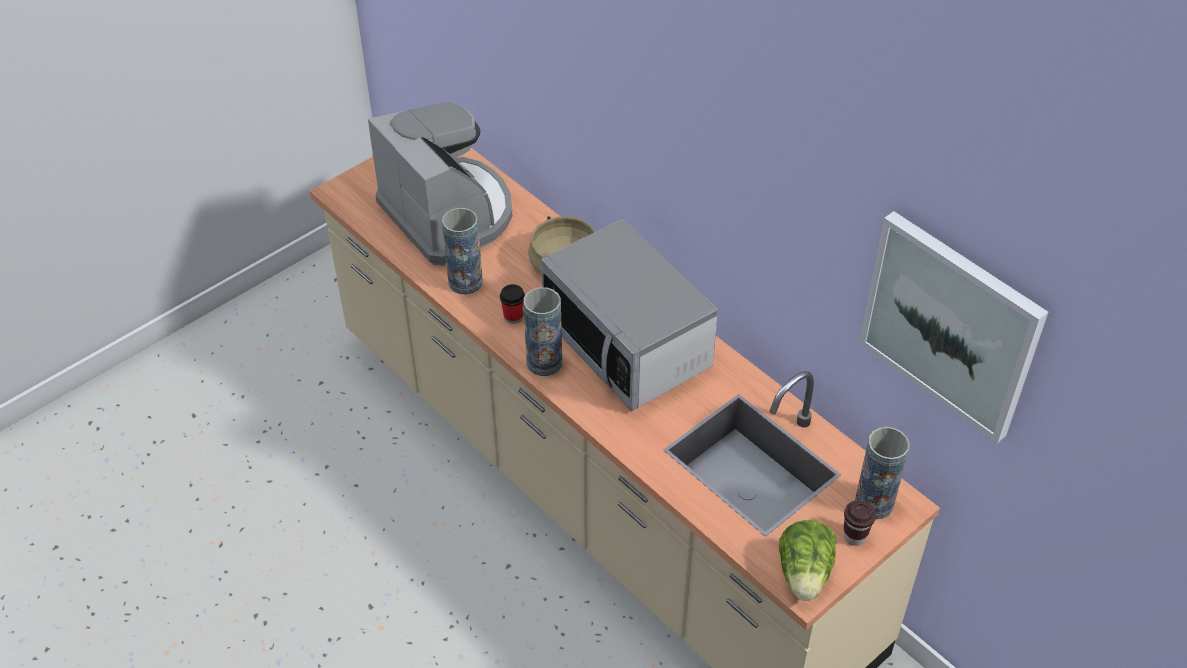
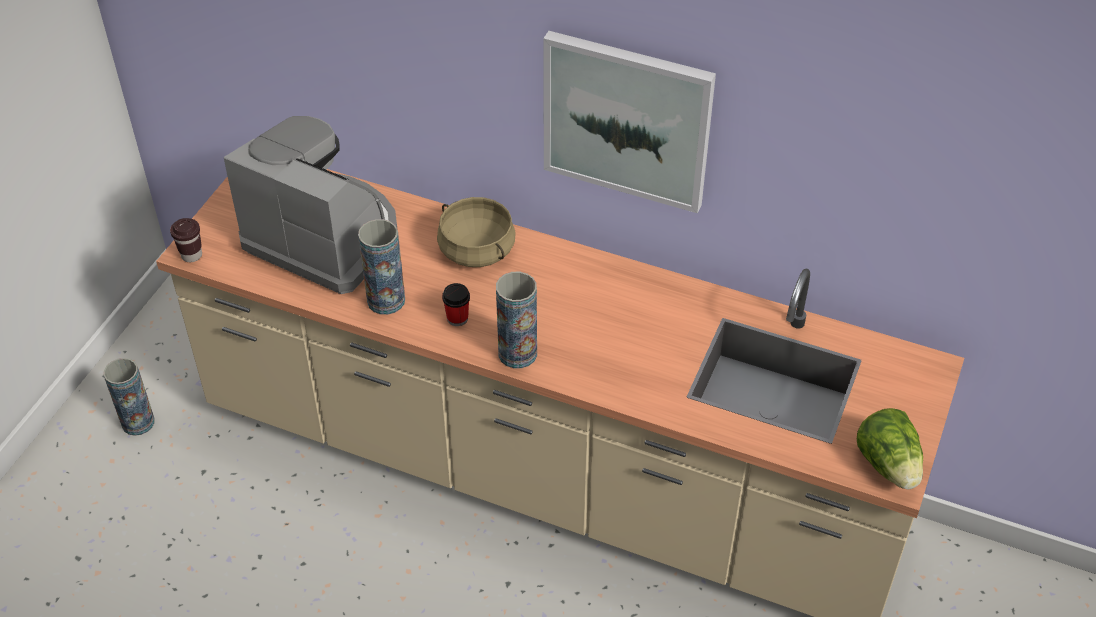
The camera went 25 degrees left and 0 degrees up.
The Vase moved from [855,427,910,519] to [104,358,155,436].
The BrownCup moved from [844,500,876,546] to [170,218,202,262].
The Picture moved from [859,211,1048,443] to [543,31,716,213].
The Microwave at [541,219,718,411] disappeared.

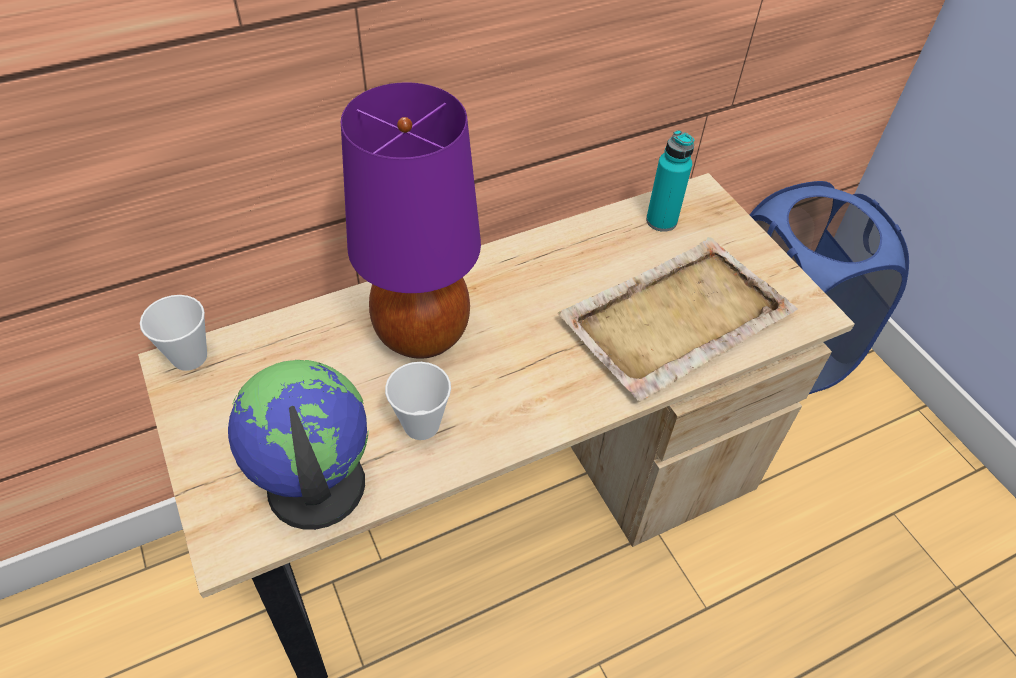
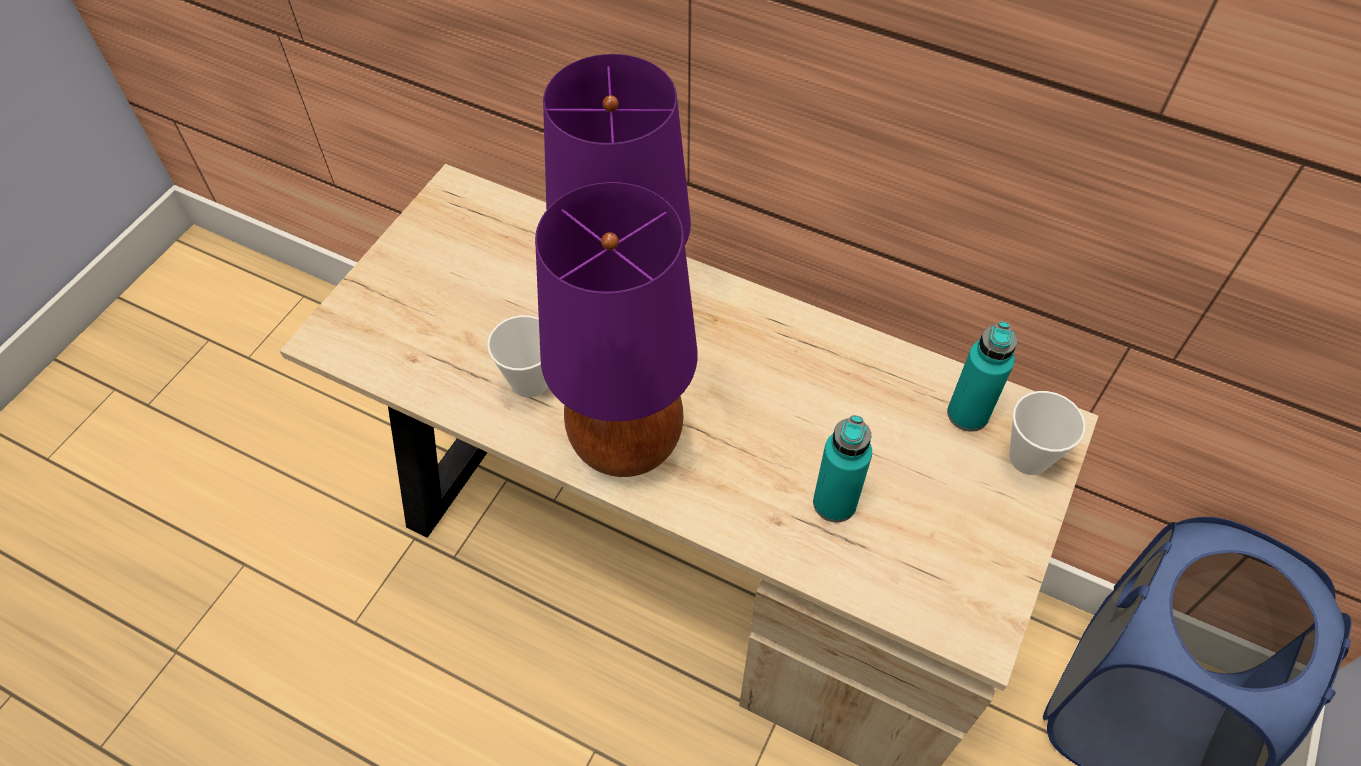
The camera went 55 degrees right and 5 degrees up.
The PurpleTableLamp at [535,182,698,477] appeared.
The BeigeTray at [557,237,798,401] was replaced by the TurquoiseBottle at [813,415,872,522].
The Cup moved from [140,295,207,371] to [1009,391,1086,475].
The Globe at [228,360,369,530] disappeared.

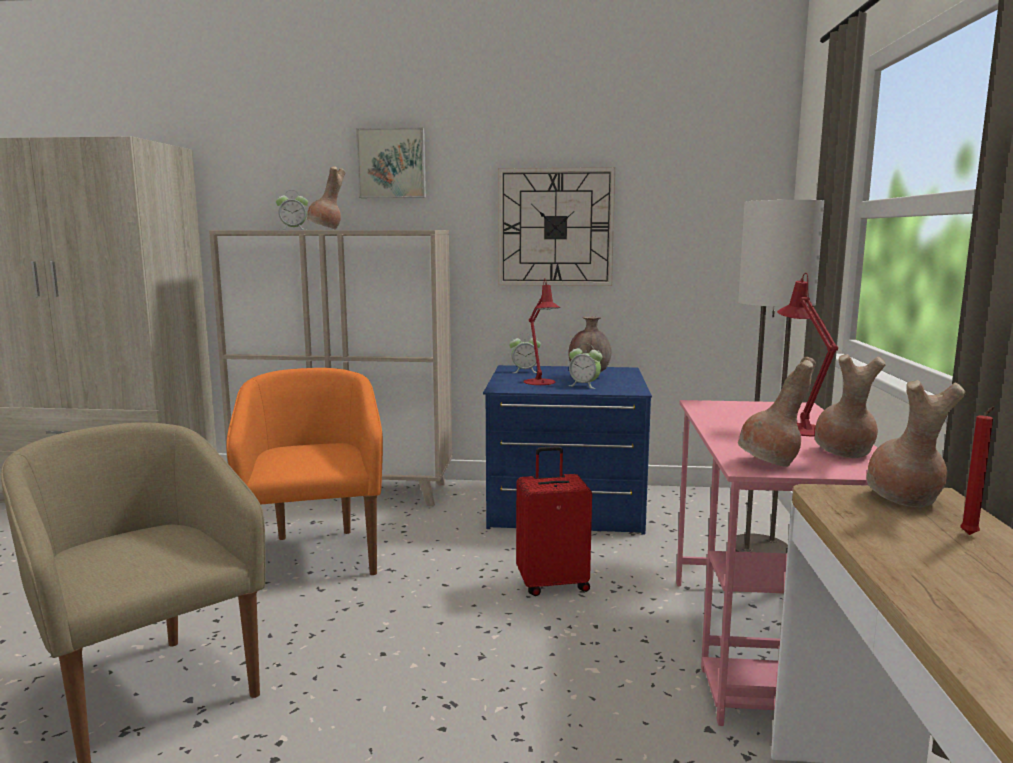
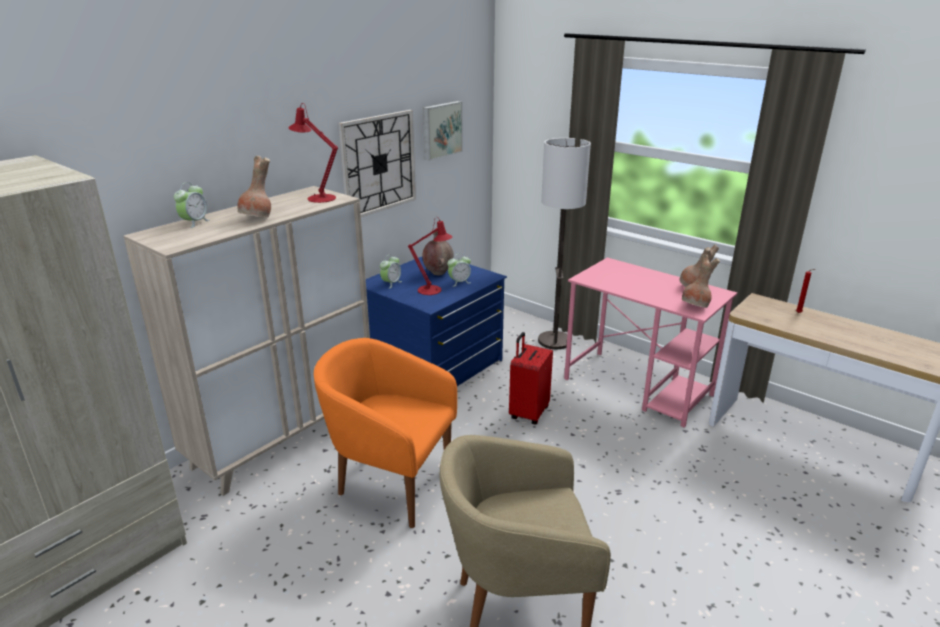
The camera went 55 degrees left and 15 degrees up.
The RedTableLamp moved from [777,273,838,436] to [288,103,338,203].
The Picture moved from [356,128,426,198] to [423,101,463,161].
The BrownVase at [866,380,966,508] disappeared.

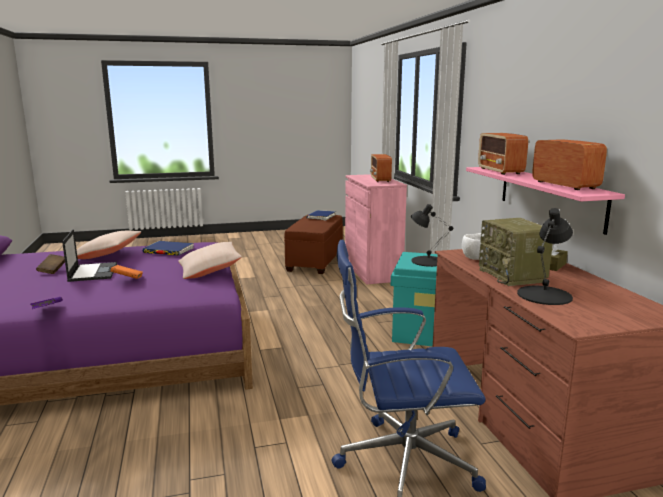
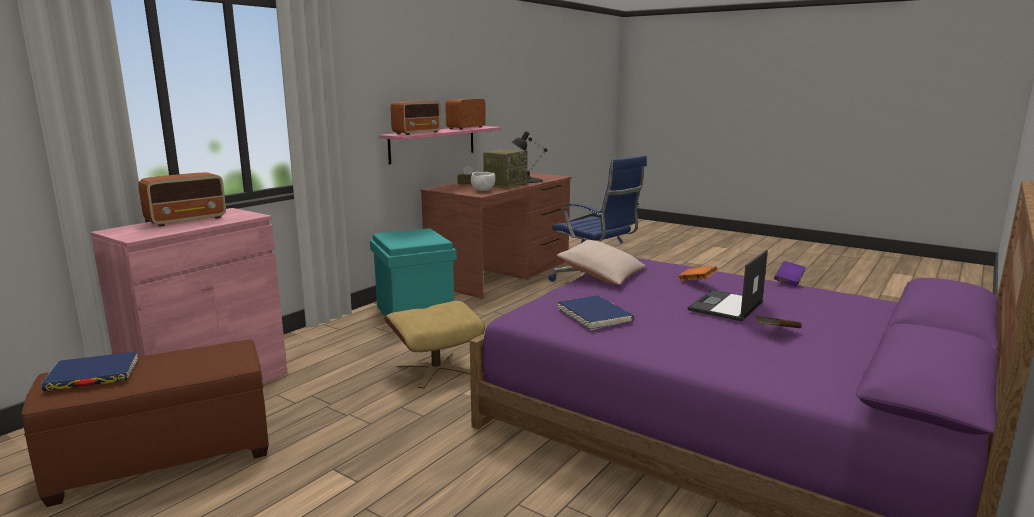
The camera went 130 degrees left and 0 degrees up.
The BeigeOttoman at [384,301,485,389] appeared.
The BeigePillow at [77,231,141,259] disappeared.
The BlackTableLamp at [411,204,454,267] disappeared.

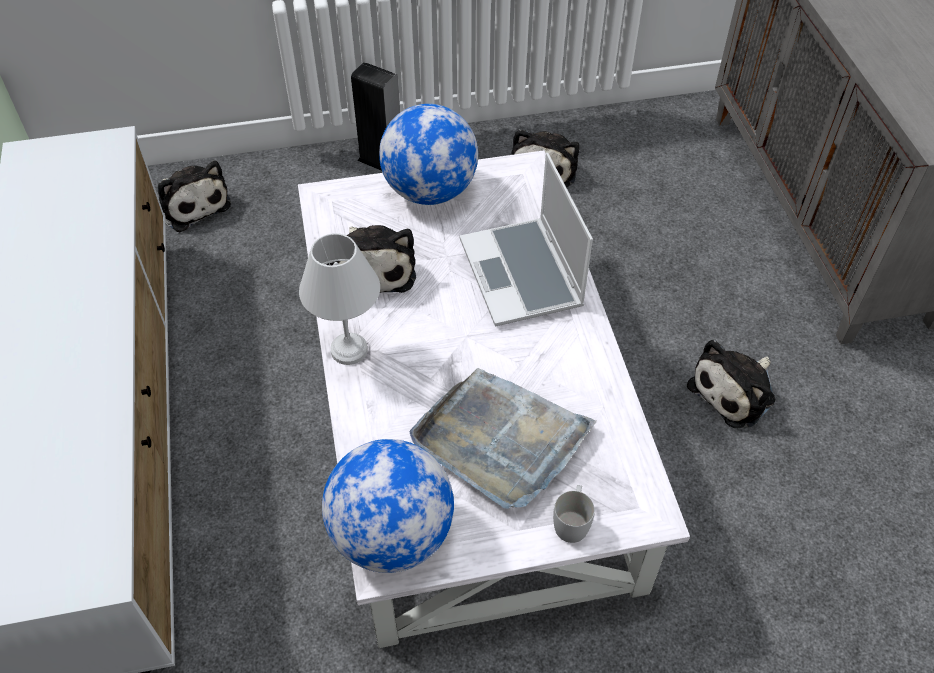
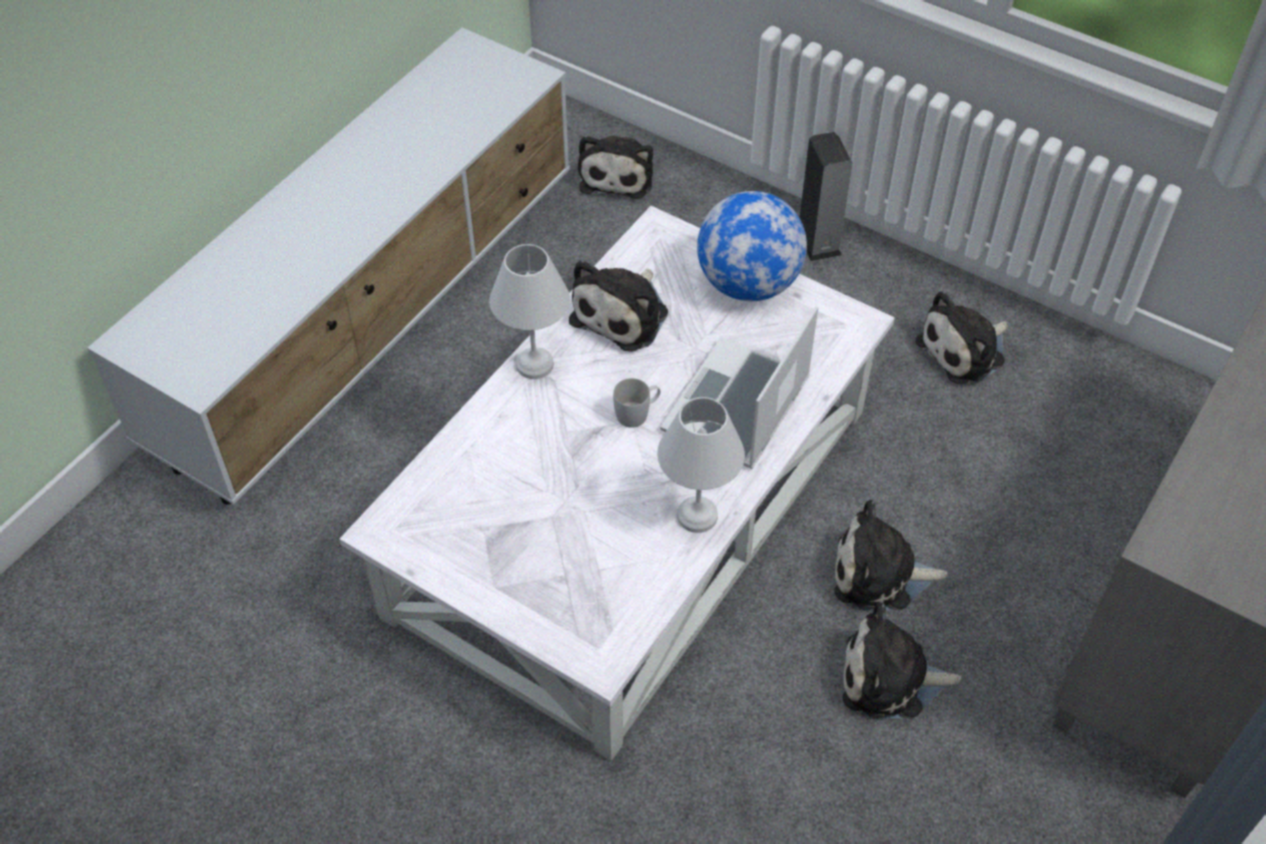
The camera went 45 degrees right and 0 degrees up.
The WhiteMug moved from [553,485,595,543] to [613,378,660,428].
The WhiteTableLamp at [657,397,745,533] appeared.
The PlushToy at [834,500,948,611] appeared.
The Globe at [322,439,454,573] disappeared.
The GreyTray at [410,368,597,509] disappeared.

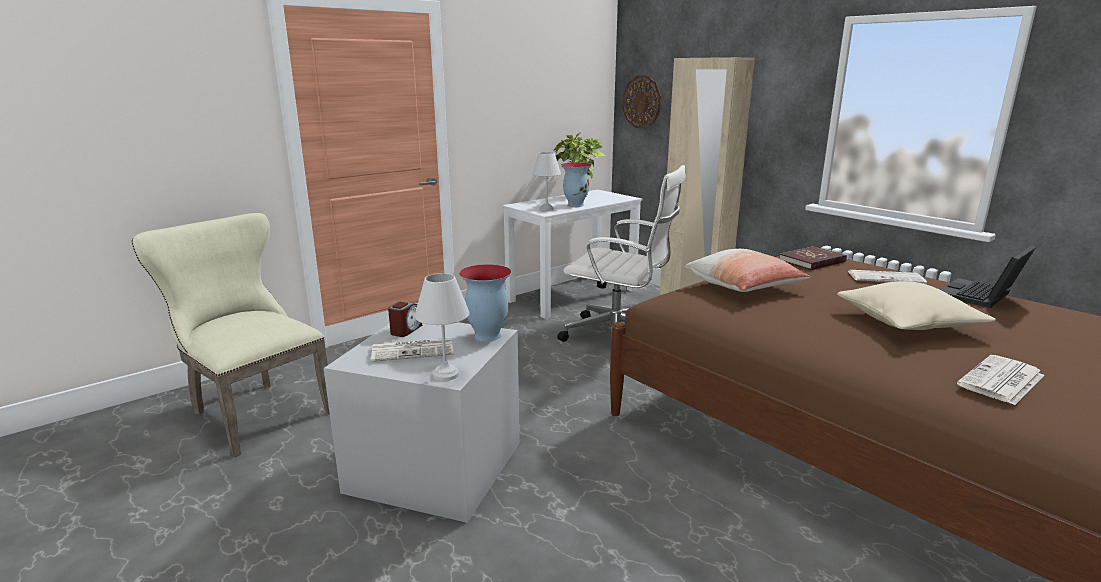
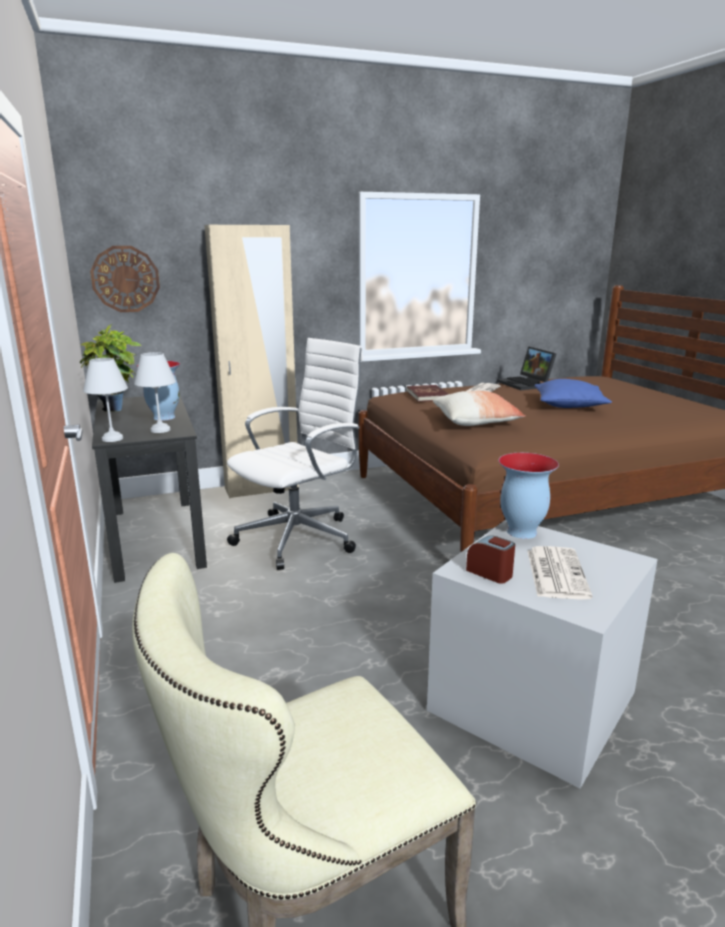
The camera went 70 degrees left and 0 degrees up.
The WhiteTableLamp moved from [414,273,470,381] to [83,358,128,442].
The WhiteDesk at [502,190,642,319] became the BlackDesk at [92,396,207,583].
The BeigePillow at [837,281,996,330] became the BluePillow at [534,379,612,408].
The Newspaper at [957,355,1044,405] disappeared.

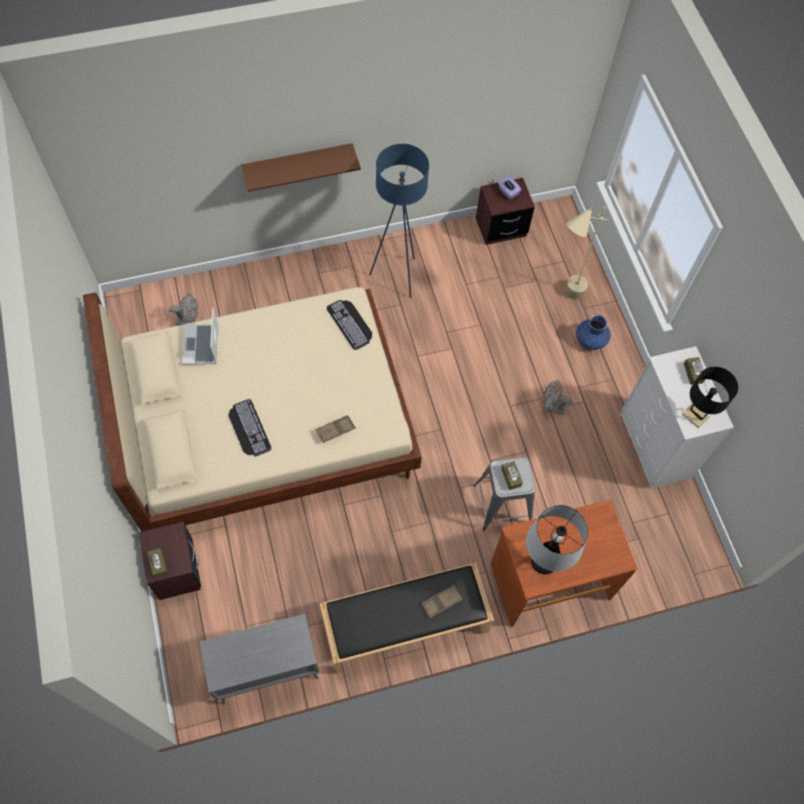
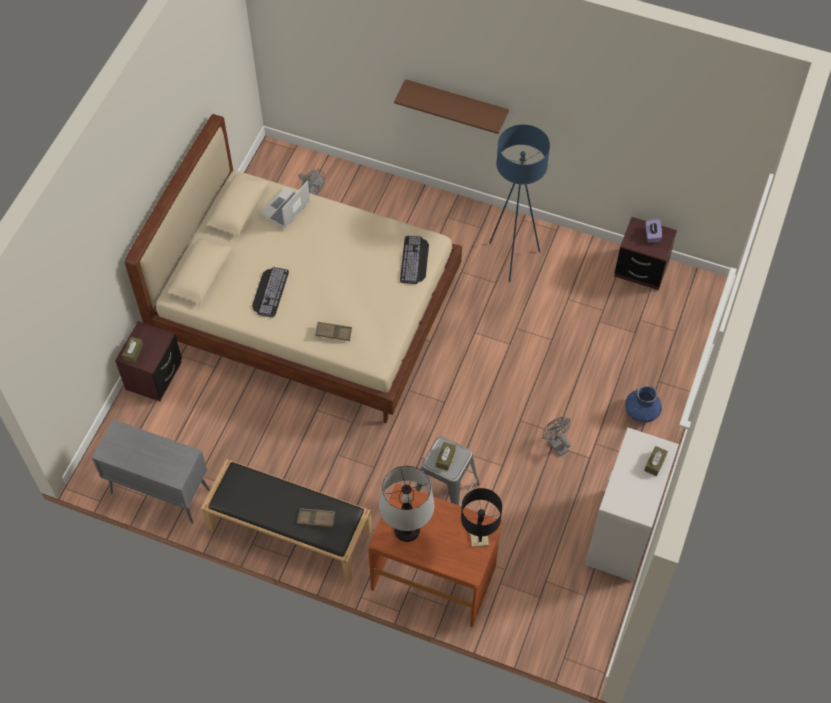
The camera went 40 degrees right and 5 degrees down.
The BlackTableLamp moved from [682,367,738,428] to [461,488,502,547].
The BeigeFloorLamp at [565,207,609,300] disappeared.

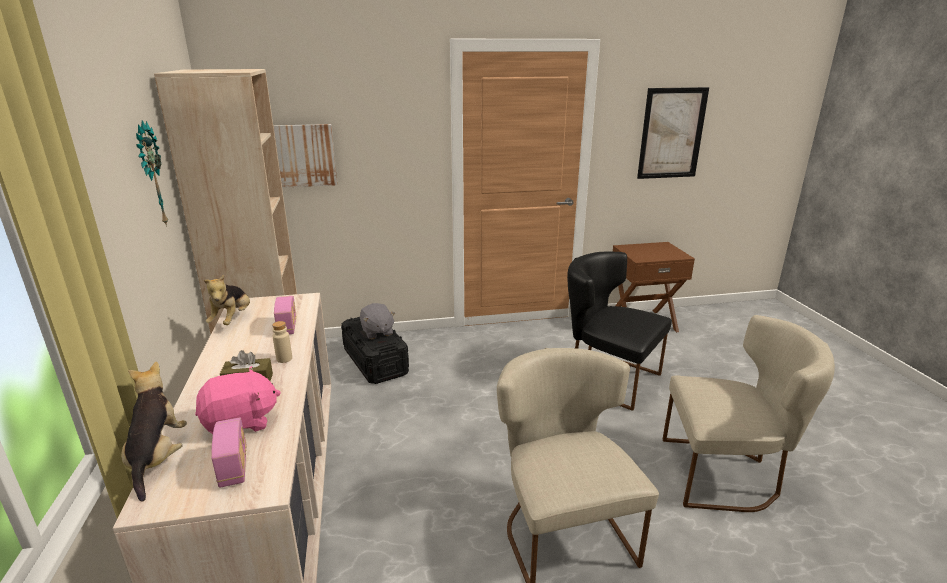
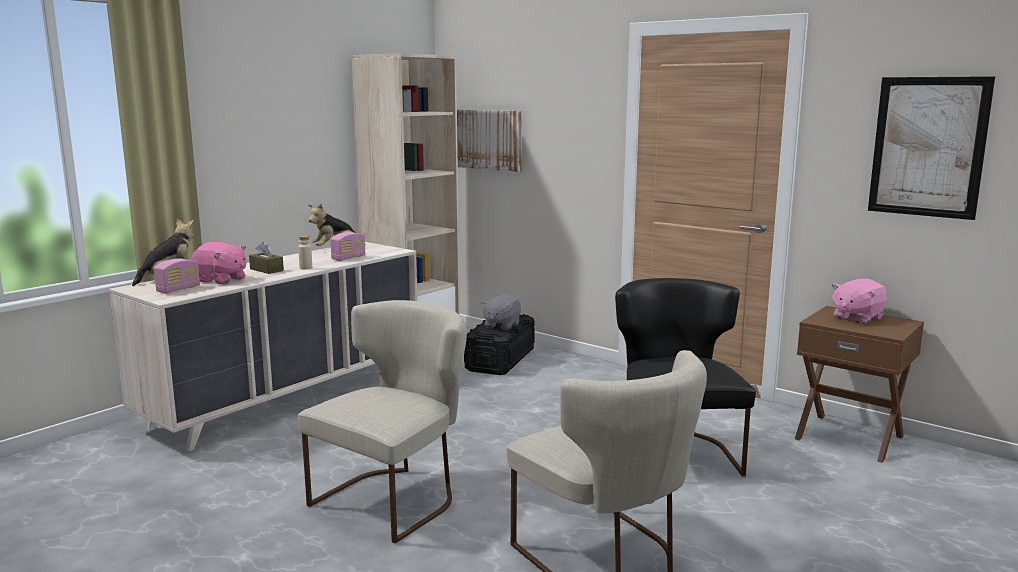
The camera went 50 degrees right and 10 degrees down.
The PinkPlushToy at [832,279,887,324] appeared.
The WallClock at [136,121,168,227] disappeared.

